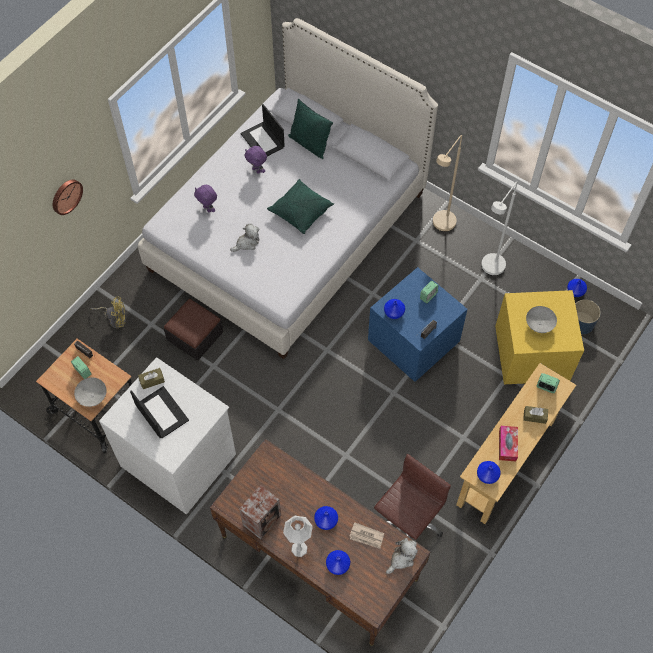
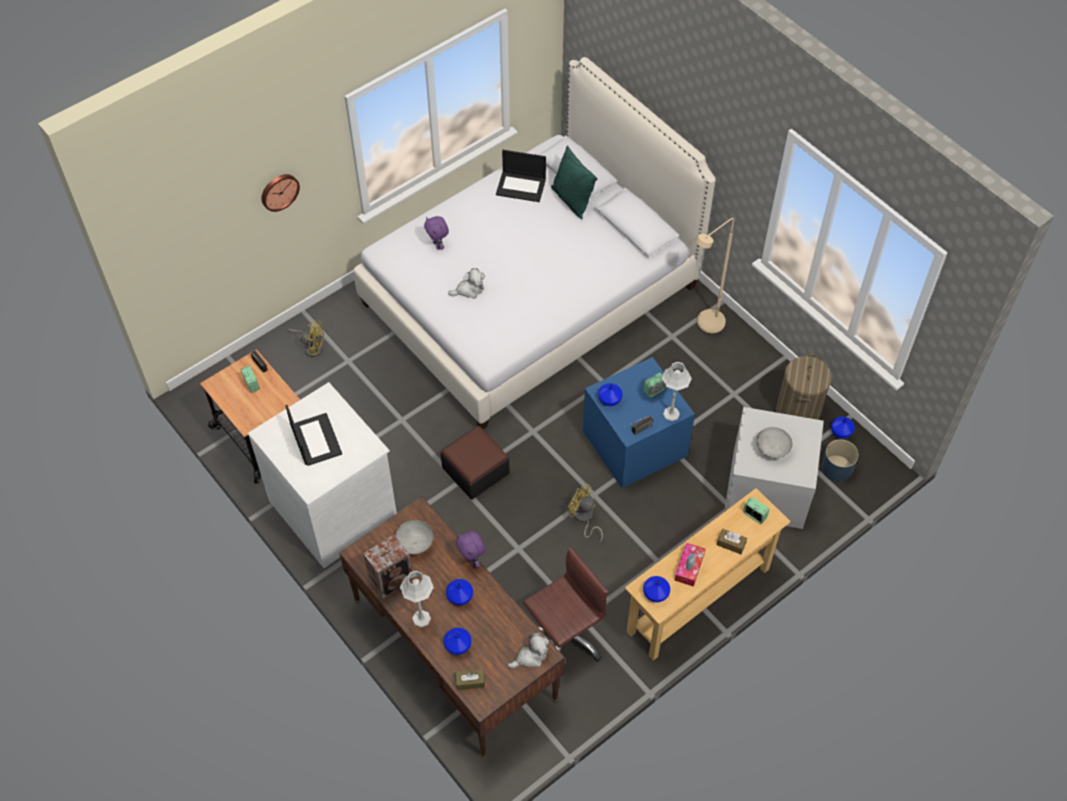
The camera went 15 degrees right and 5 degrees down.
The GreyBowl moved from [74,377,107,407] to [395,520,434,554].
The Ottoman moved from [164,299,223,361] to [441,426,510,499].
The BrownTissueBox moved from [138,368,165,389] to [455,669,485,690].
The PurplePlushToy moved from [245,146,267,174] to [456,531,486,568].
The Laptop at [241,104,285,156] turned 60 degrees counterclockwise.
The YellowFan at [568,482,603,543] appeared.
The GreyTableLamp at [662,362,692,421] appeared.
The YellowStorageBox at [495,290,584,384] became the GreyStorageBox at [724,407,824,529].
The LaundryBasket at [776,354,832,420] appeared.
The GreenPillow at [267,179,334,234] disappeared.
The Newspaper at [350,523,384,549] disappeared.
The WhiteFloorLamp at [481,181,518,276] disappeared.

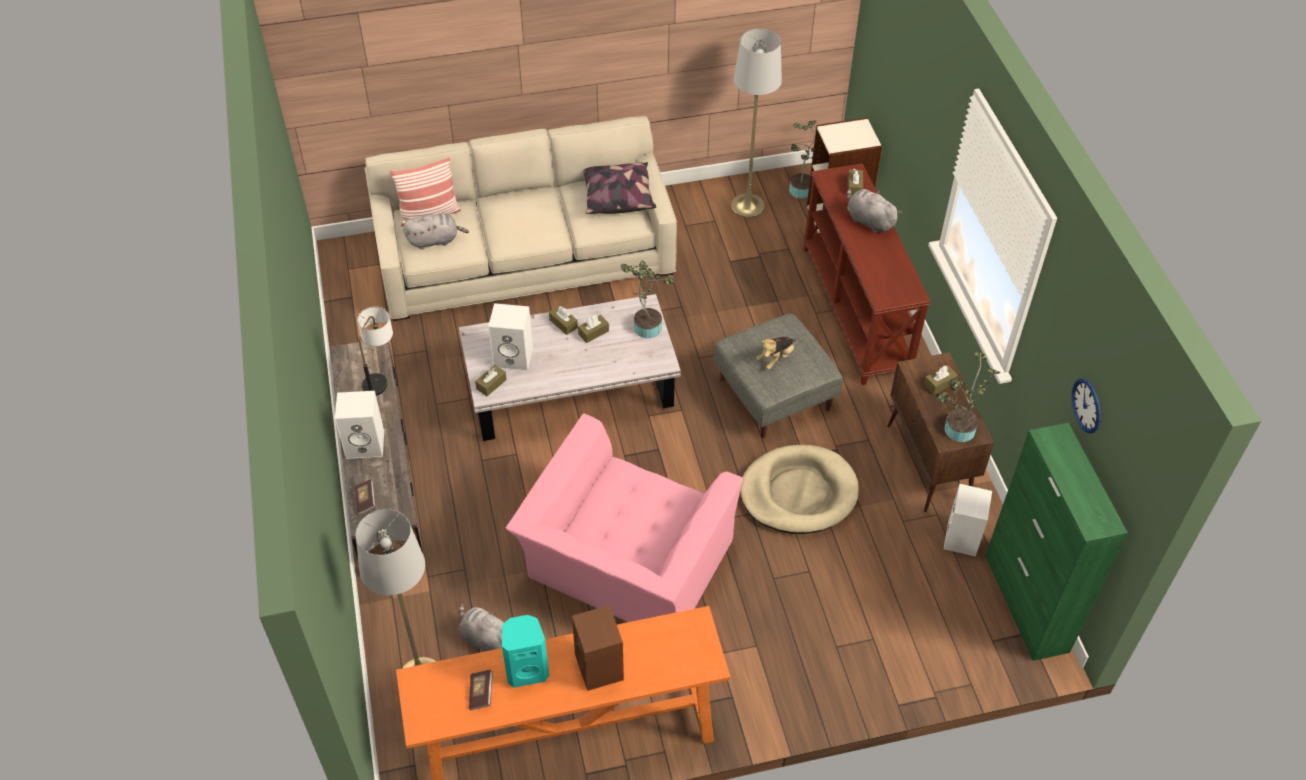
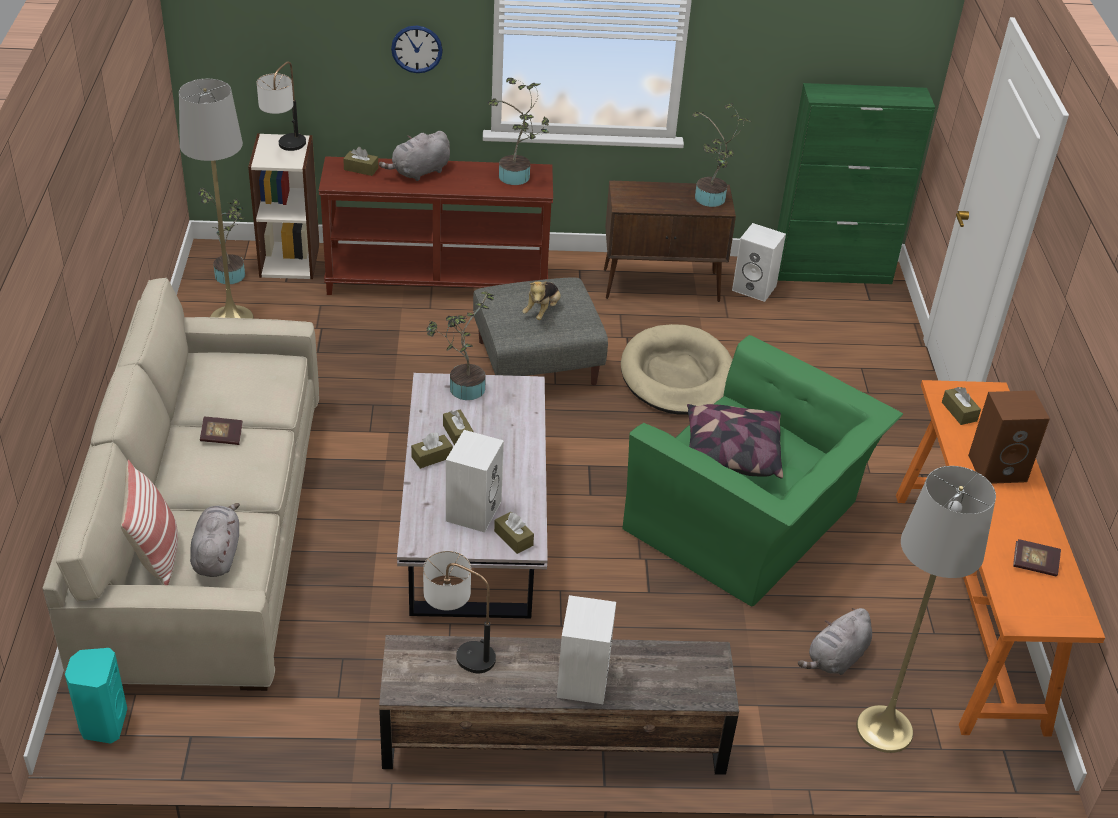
The camera went 80 degrees left and 10 degrees down.
The TurquoiseSpeaker moved from [502,615,549,688] to [65,648,127,744].
The Book moved from [354,479,376,515] to [200,417,243,445].
The TableLamp at [257,61,306,151] appeared.
The WallClock moved from [1072,379,1101,434] to [391,25,443,73].
The PottedPlant at [487,78,549,185] appeared.
The PlushToy at [757,336,796,370] turned 60 degrees clockwise.
The PinkArmchair at [506,414,743,622] became the GreenArmchair at [622,335,903,607].
The Pillow moved from [583,162,656,214] to [687,404,783,479].
The BrownTissueBox moved from [924,365,958,395] to [942,387,981,425].

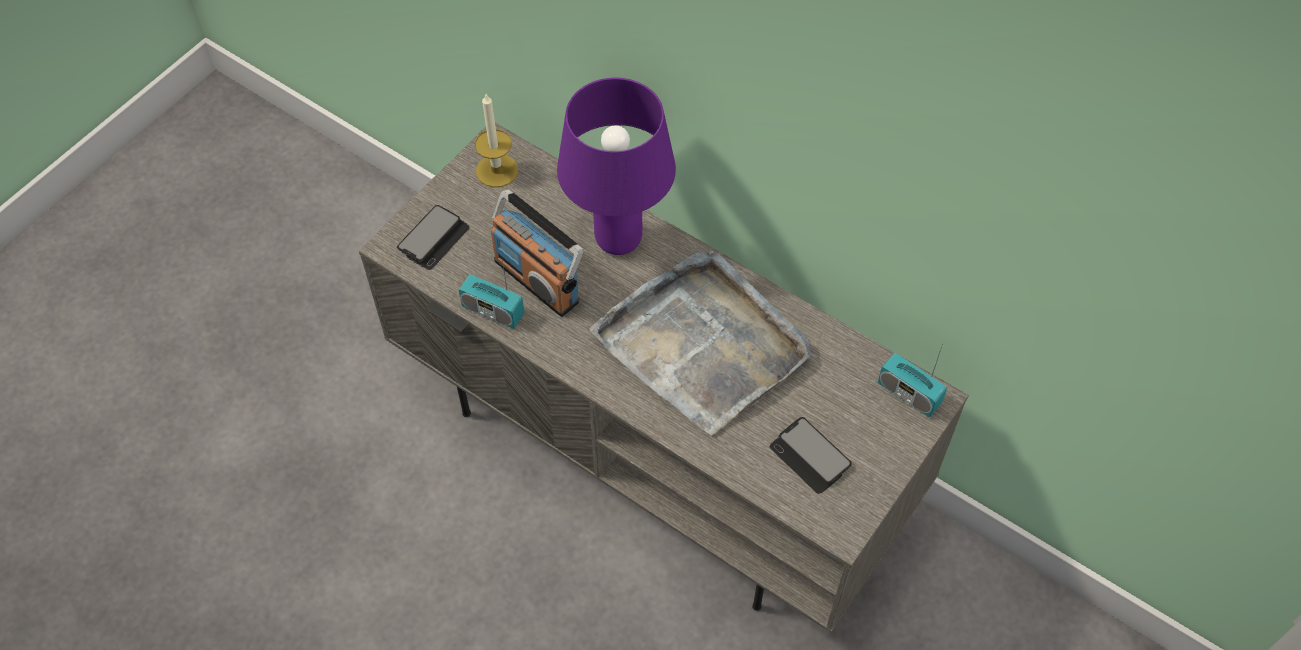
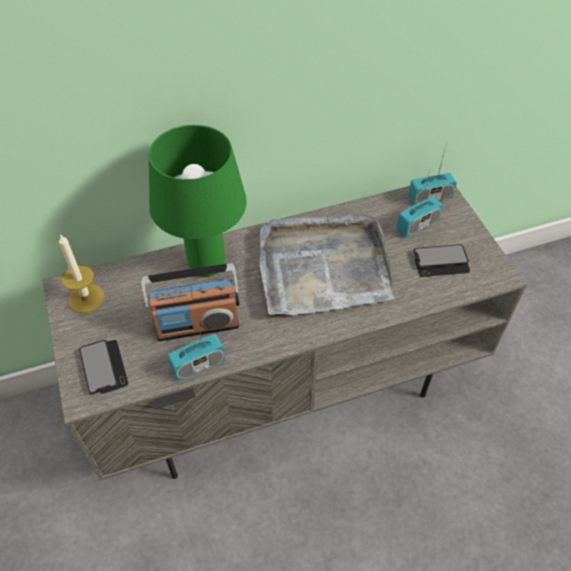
The camera went 55 degrees left and 5 degrees down.
The PurpleTableLamp at [557,78,676,255] became the GreenTableLamp at [149,125,247,276].
The Radio at [396,170,443,238] appeared.

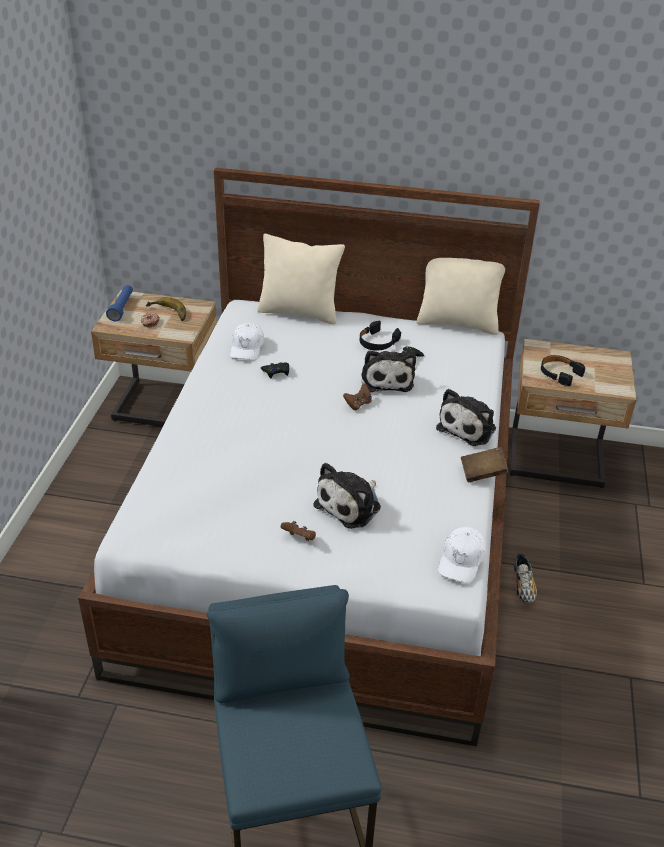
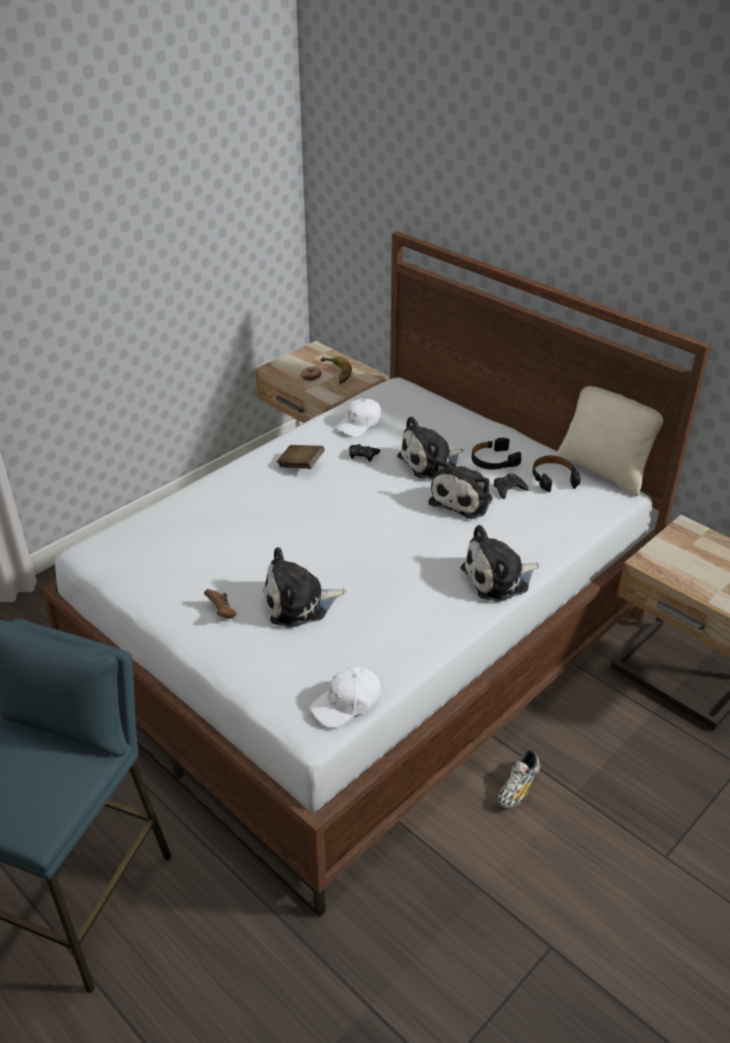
The camera went 35 degrees right and 0 degrees up.
The BrownBook moved from [461,447,508,482] to [277,445,324,469].
The PlushToy at [397,416,463,480] appeared.
The BlackHeadphones moved from [541,355,585,386] to [533,455,580,492].
The BlueFlashlight at [106,285,133,321] disappeared.
The BeigePillow at [257,234,345,324] disappeared.
The BrownGameController at [343,383,372,410] disappeared.

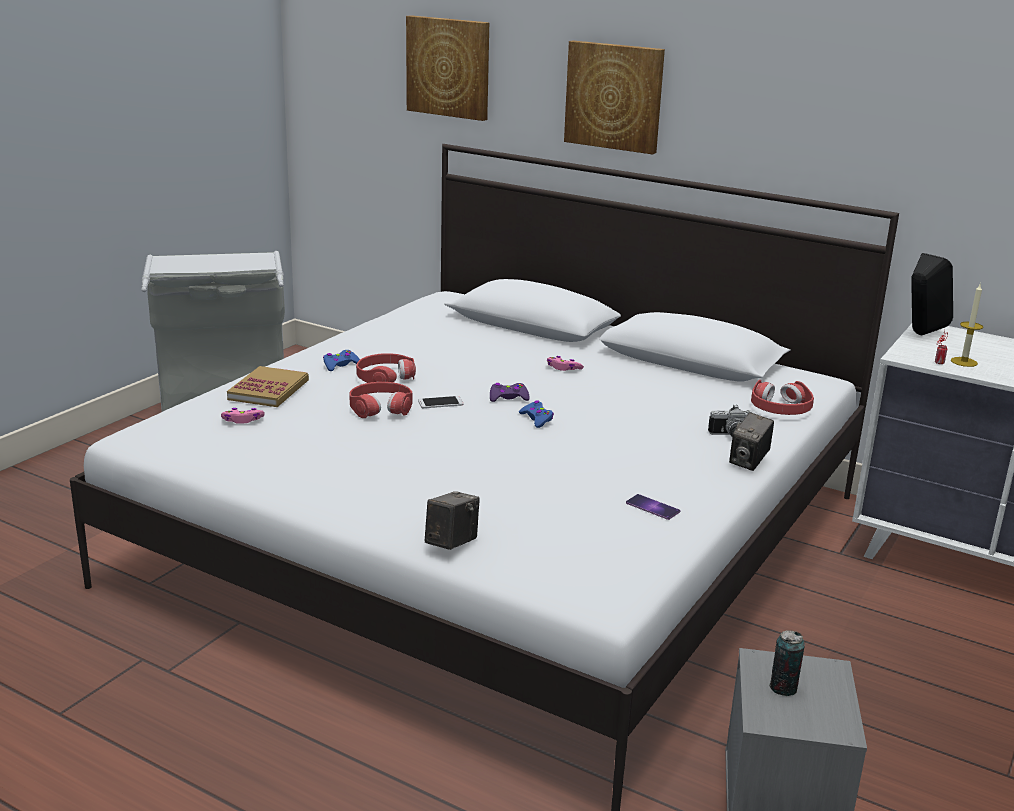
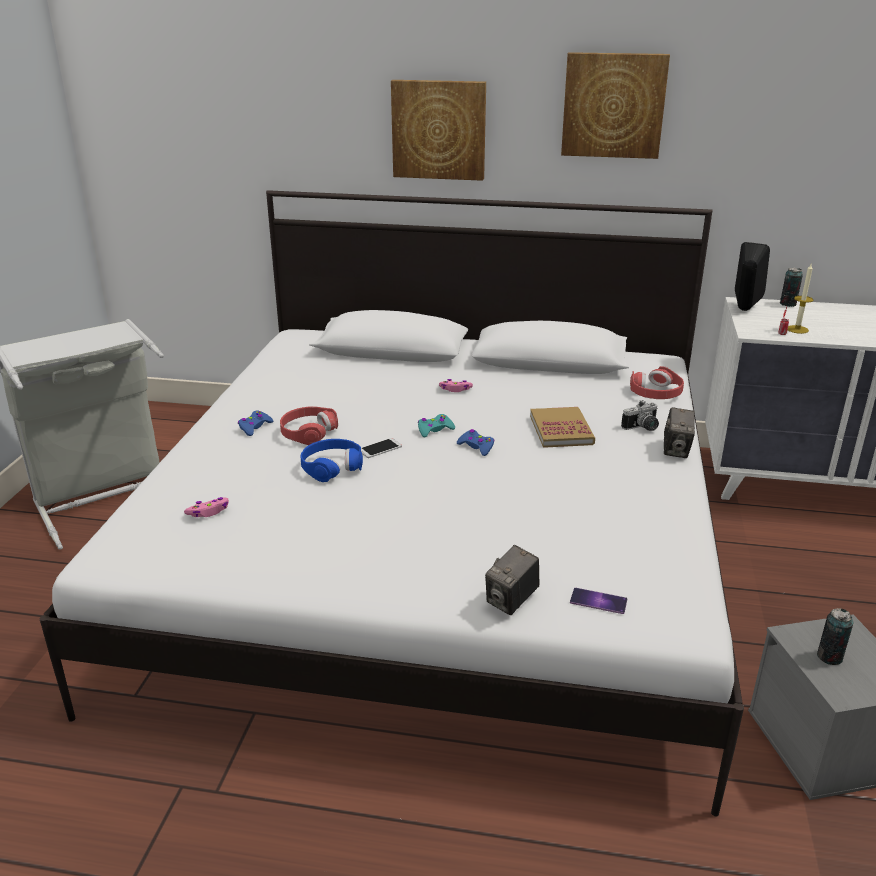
The camera went 20 degrees left and 5 degrees up.
The RedHeadphones at [350,382,413,418] became the BlueHeadphones at [301,439,363,482].
The PurpleGameController at [490,383,530,402] became the TurquoiseGameController at [418,414,455,437].
The PhotoCamera at [425,491,479,550] turned 150 degrees counterclockwise.
The Book moved from [227,366,309,407] to [530,407,595,448].
The Picture moved from [406,15,489,121] to [561,52,670,159].
The Phone moved from [626,494,681,520] to [570,588,627,614].
The Can at [780,268,803,307] appeared.

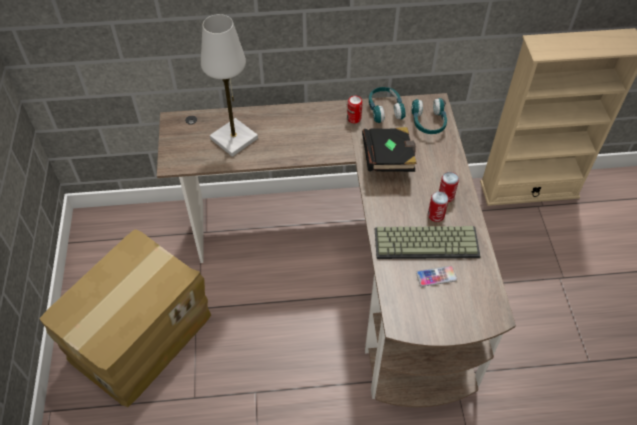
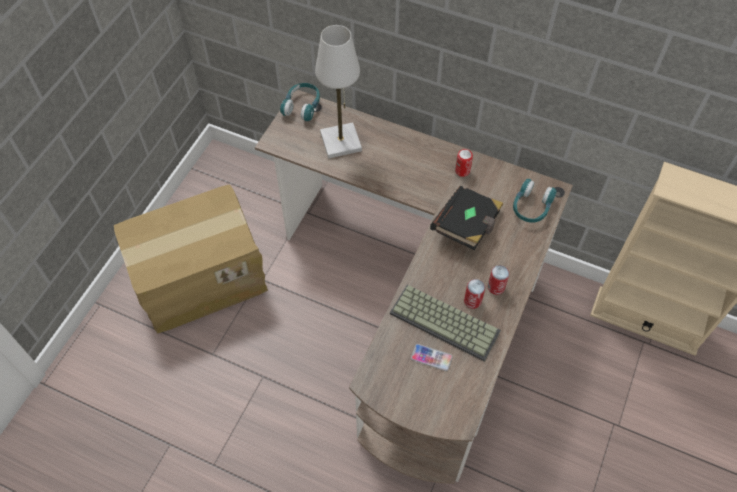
The camera went 30 degrees right and 5 degrees up.
The TurquoiseHeadphones moved from [369,87,406,123] to [280,83,320,121].

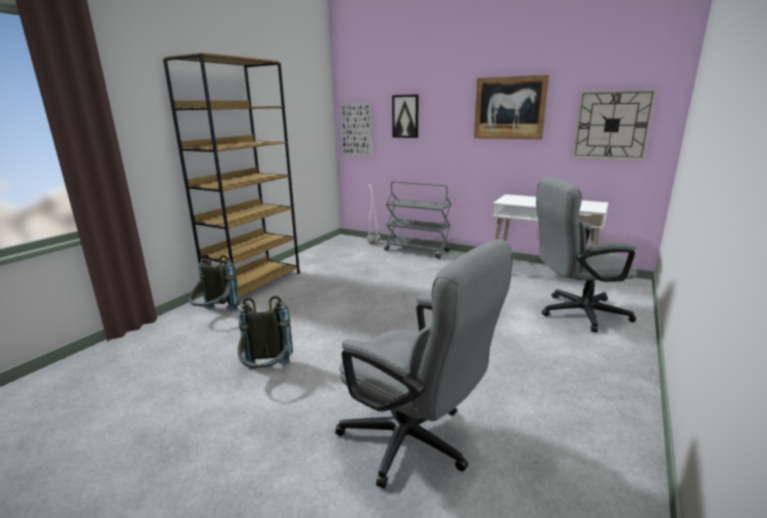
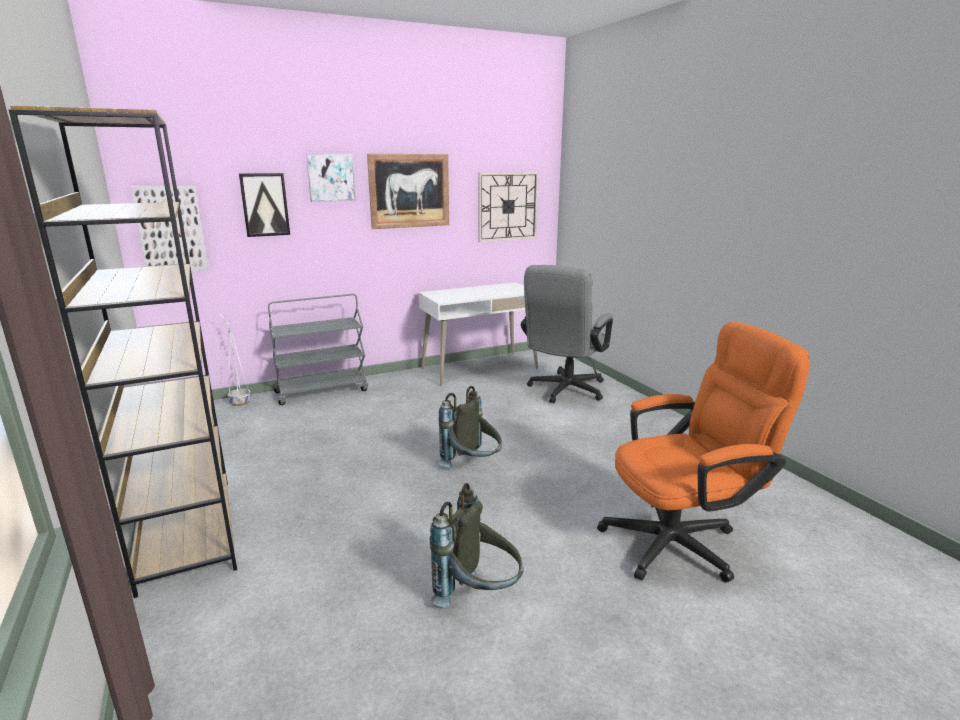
The camera went 55 degrees left and 0 degrees up.
The Picture at [306,154,356,202] appeared.
The GreyBackpack moved from [189,254,240,311] to [438,386,502,468].
The GreyOfficeChair at [335,239,513,488] became the OrangeOfficeChair at [597,321,810,582].

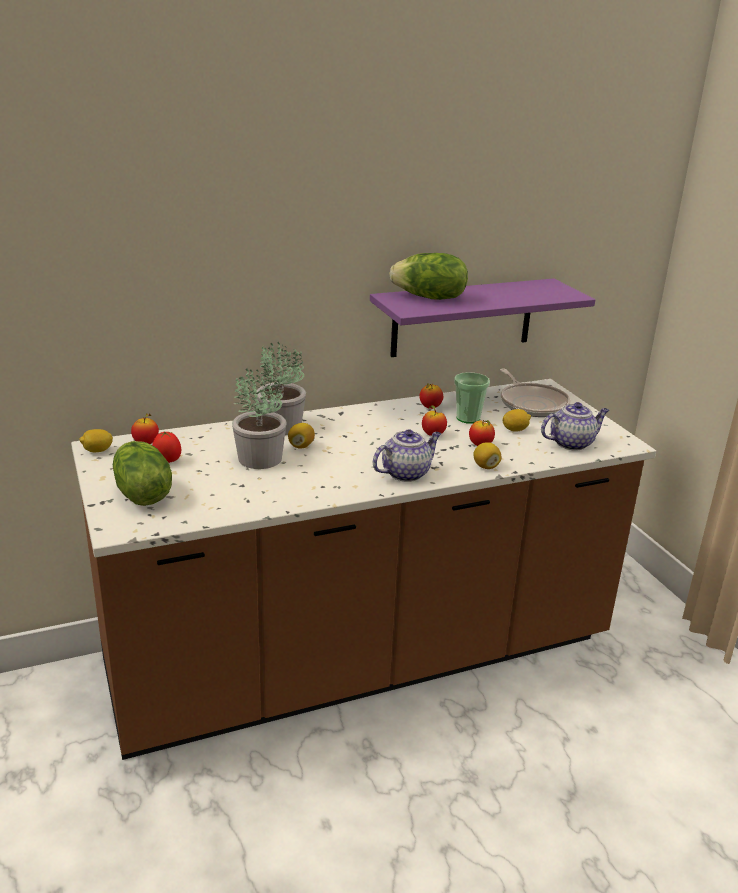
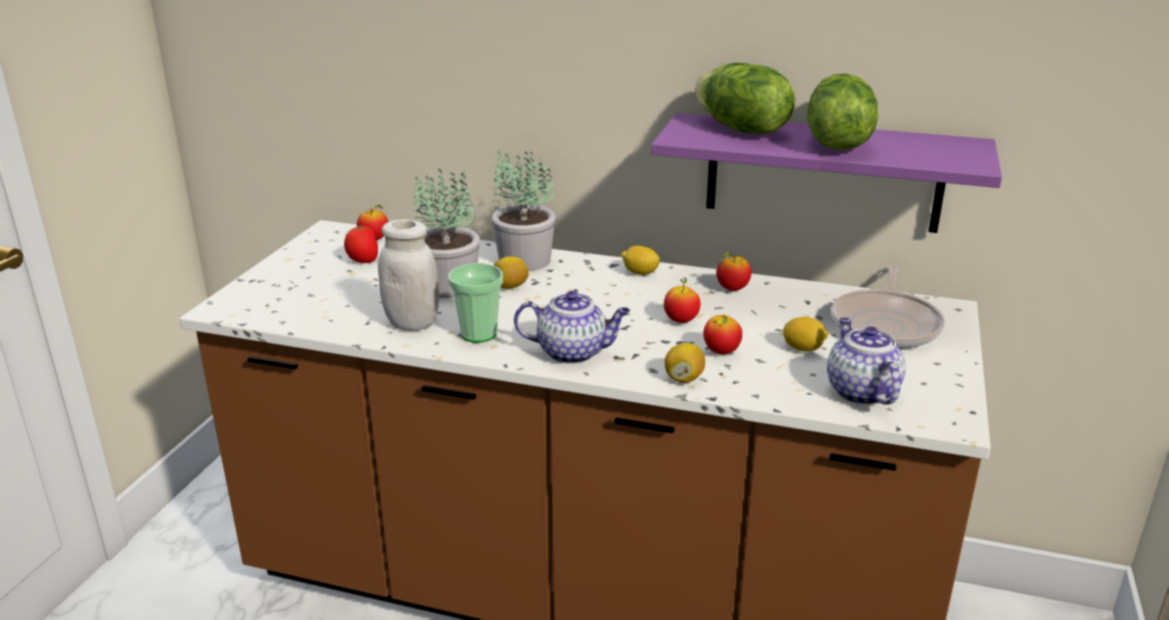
The camera went 40 degrees right and 0 degrees up.
The WhiteJar at [378,219,439,331] appeared.
The Cup moved from [454,372,490,424] to [448,263,503,343].
The Lemon moved from [79,429,113,452] to [621,246,660,275].
The Lettuce moved from [113,441,172,506] to [807,74,878,150].
The Teapot at [541,402,609,450] turned 120 degrees counterclockwise.

